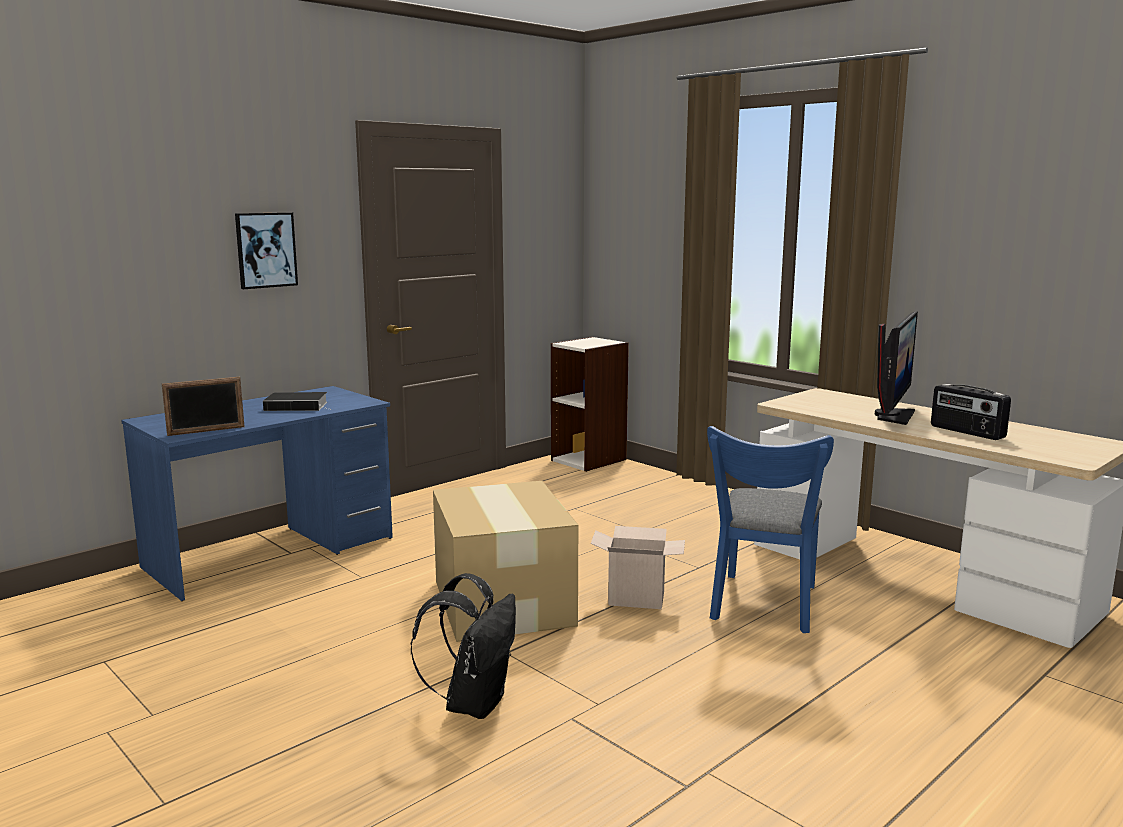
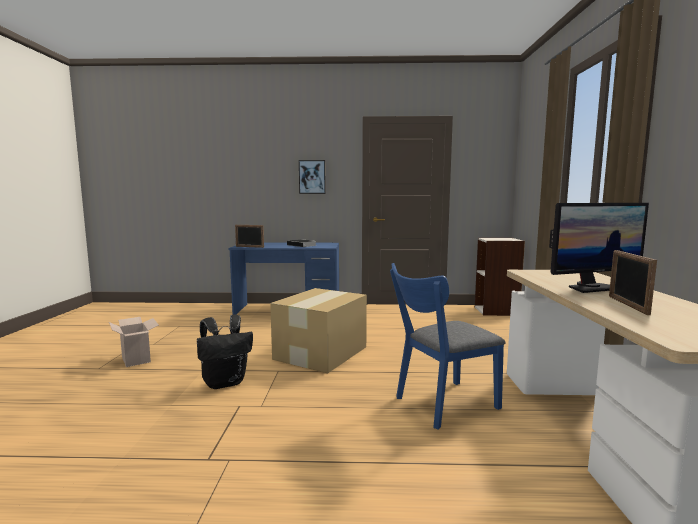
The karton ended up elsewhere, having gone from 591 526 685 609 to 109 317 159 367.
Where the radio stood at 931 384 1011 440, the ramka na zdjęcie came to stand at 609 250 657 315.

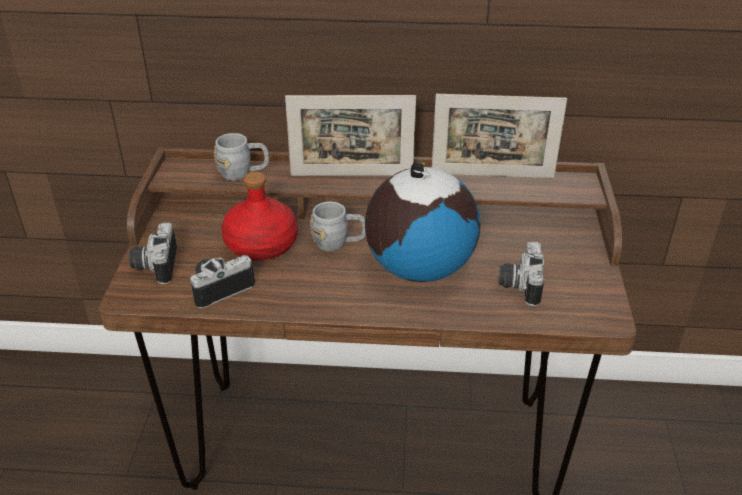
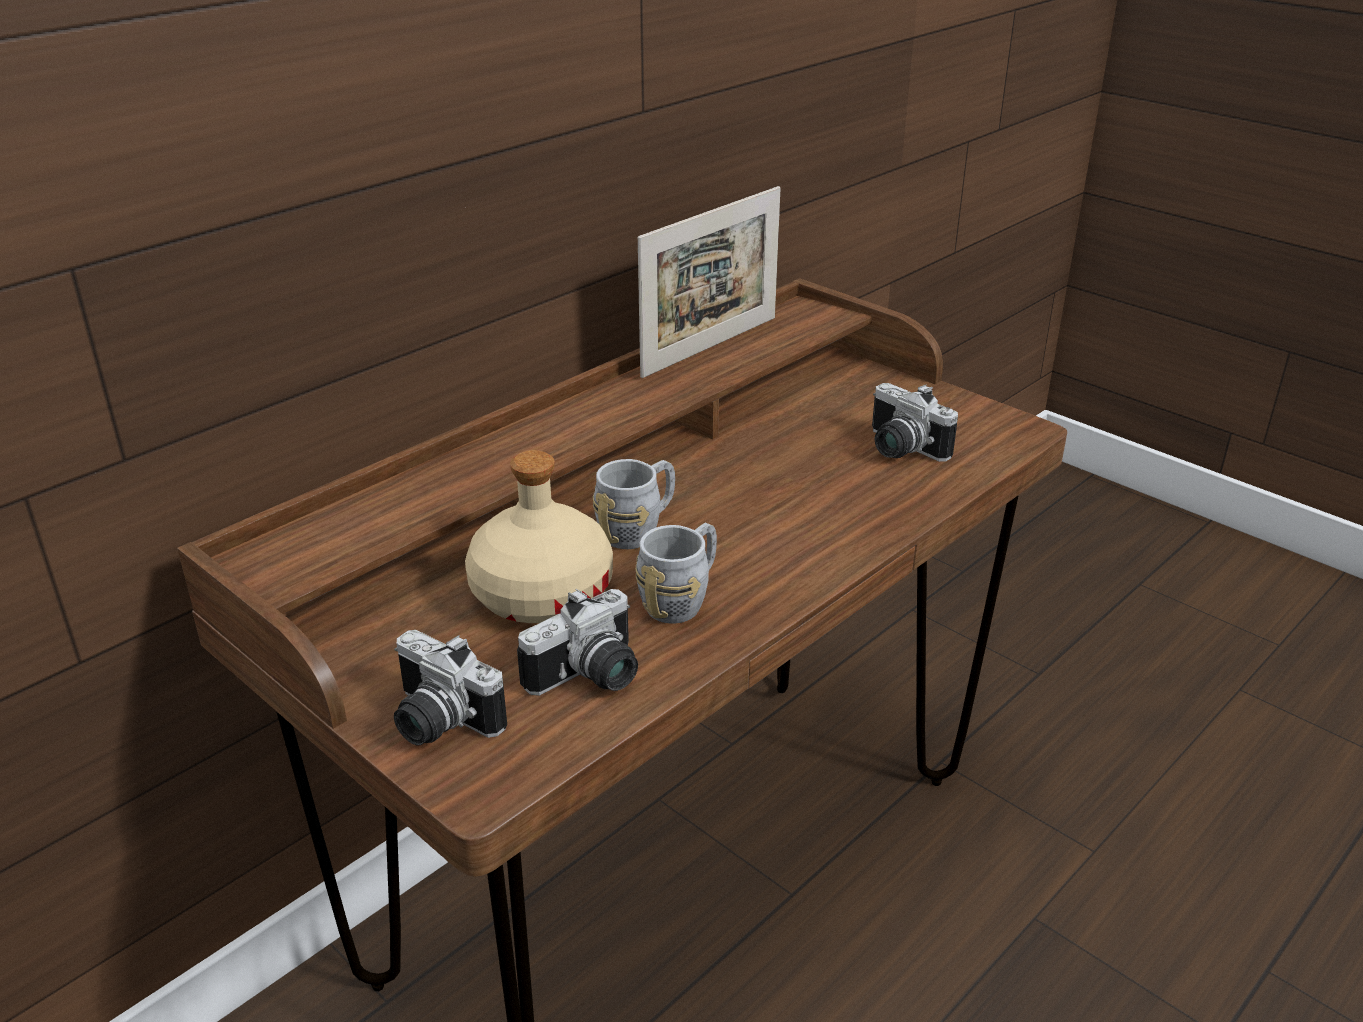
The second view lost the ramka na zdjęcie at 285 95 416 176.
The second view lost the globus at 365 161 480 282.
The kubek [szary] ended up elsewhere, having gone from 214 133 269 181 to 636 523 717 624.
What was the butelka [czerwony] at 221 172 298 260 turned into the butelka [beżowy] at 465 450 613 623.
The aparat fotograficzny at 190 255 255 308 ended up facing another way, 135 degrees counterclockwise from before.

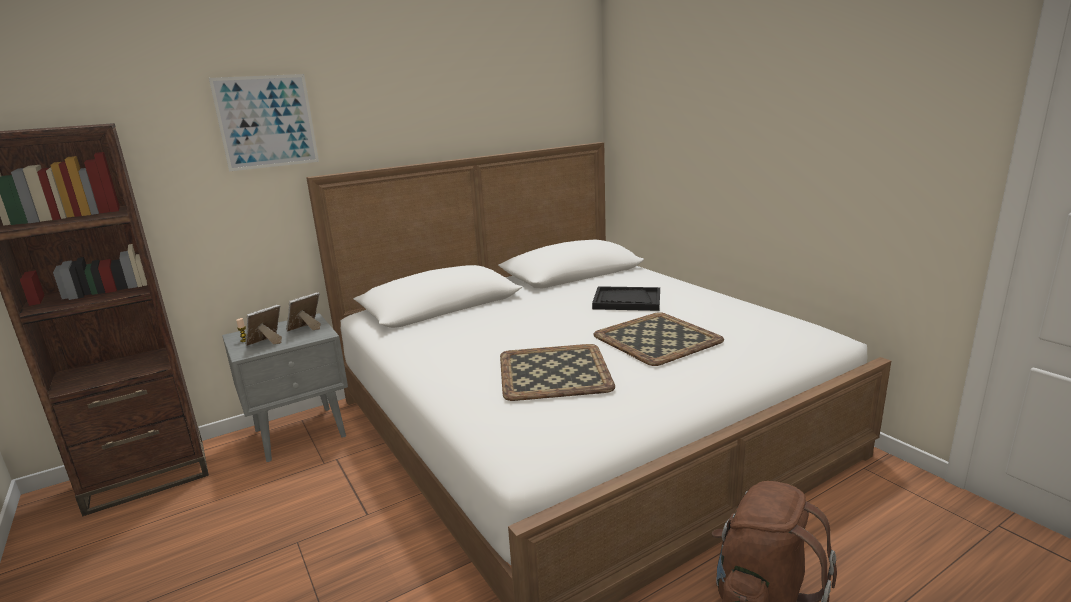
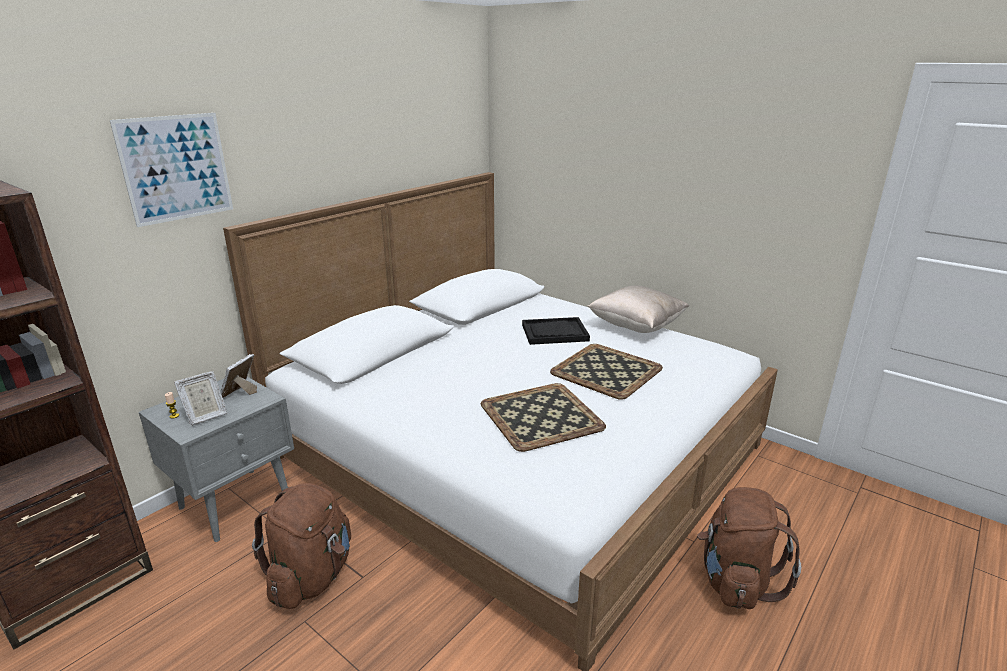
The second view gained the plecak [brązowy] at 252 483 351 609.
The second view gained the poduszka [beżowy] at 588 286 689 333.
The ramka na zdjęcie at 245 305 282 346 ended up facing another way, 150 degrees counterclockwise from before.

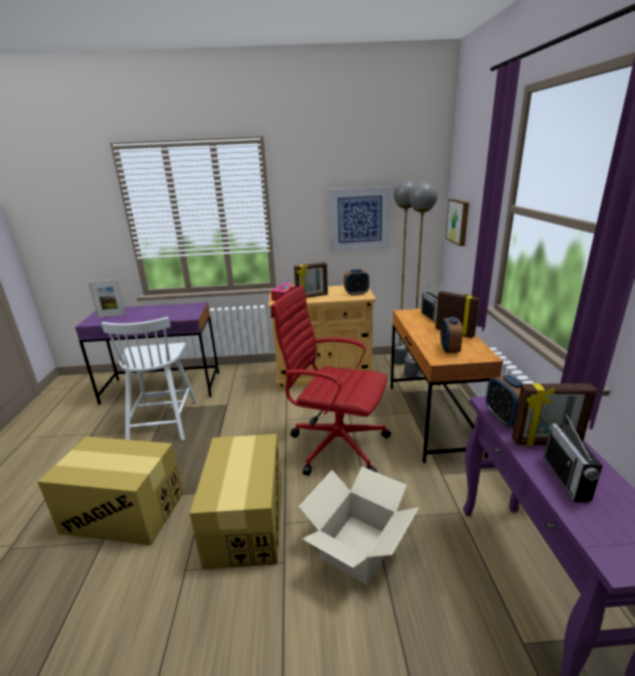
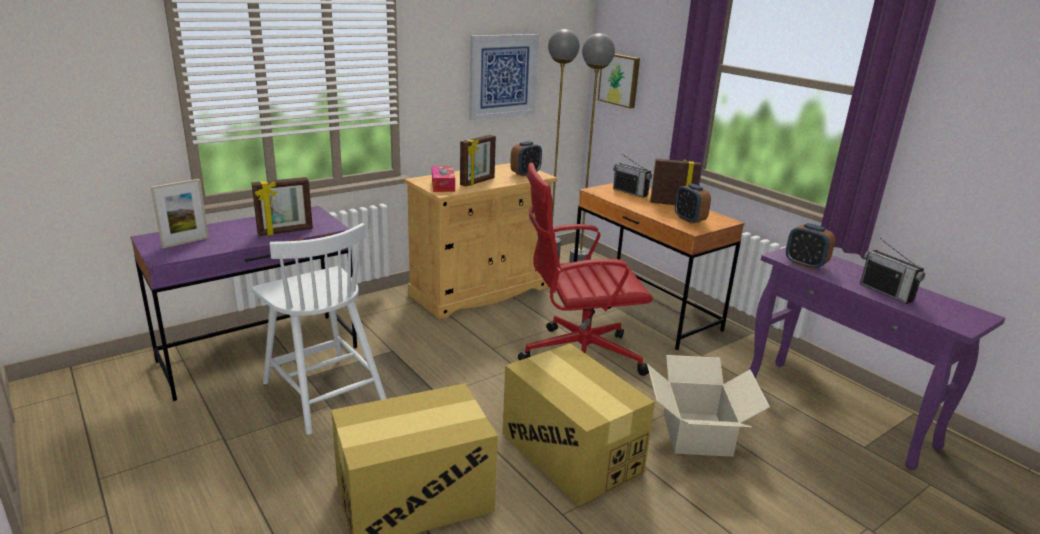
The ramka na zdjęcie ended up elsewhere, having gone from 512 383 597 446 to 252 177 313 236.

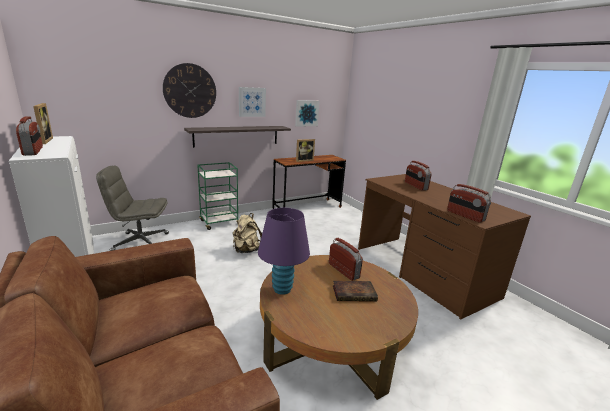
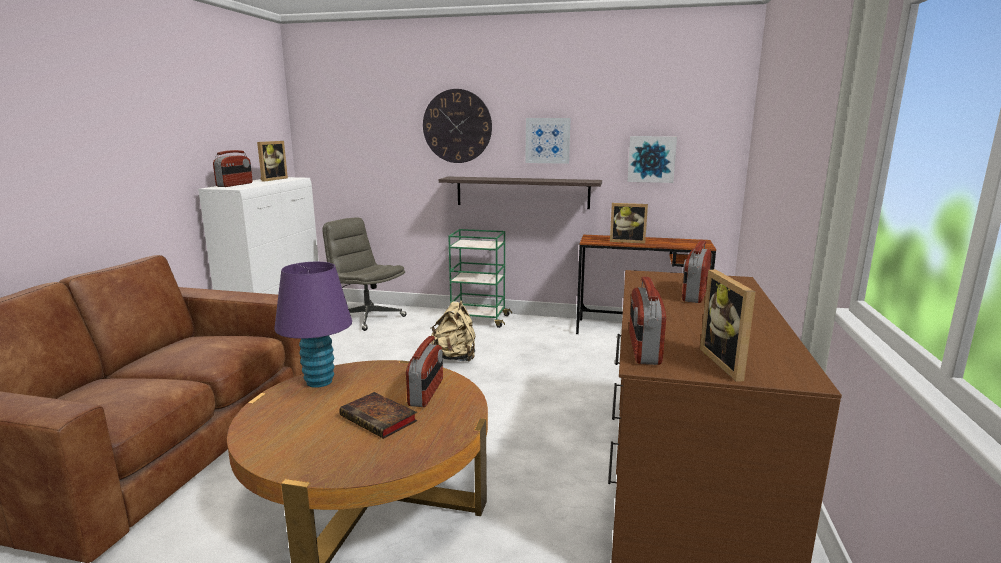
The second view gained the ramka na zdjęcie at 700 270 756 382.

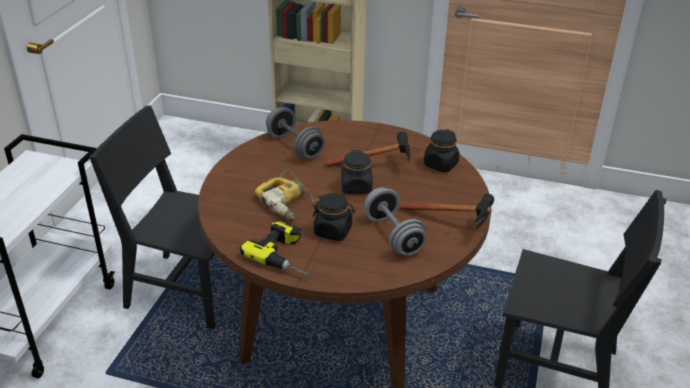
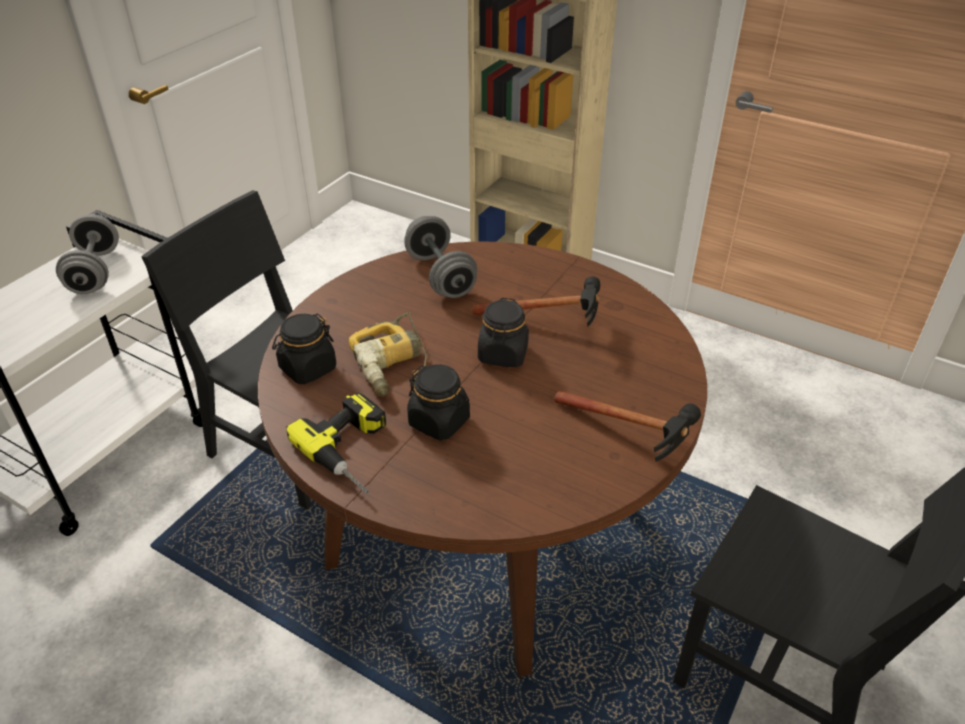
The hantel [szary] ended up elsewhere, having gone from 364 188 427 256 to 56 214 119 294.
The słoik [czarny] ended up elsewhere, having gone from 424 129 460 172 to 272 314 336 384.

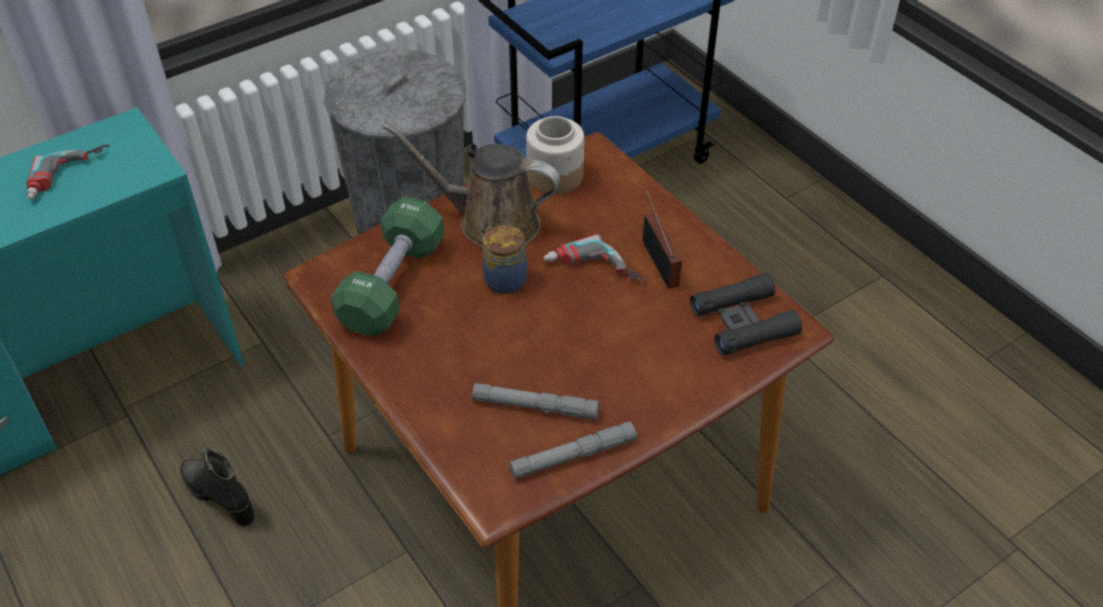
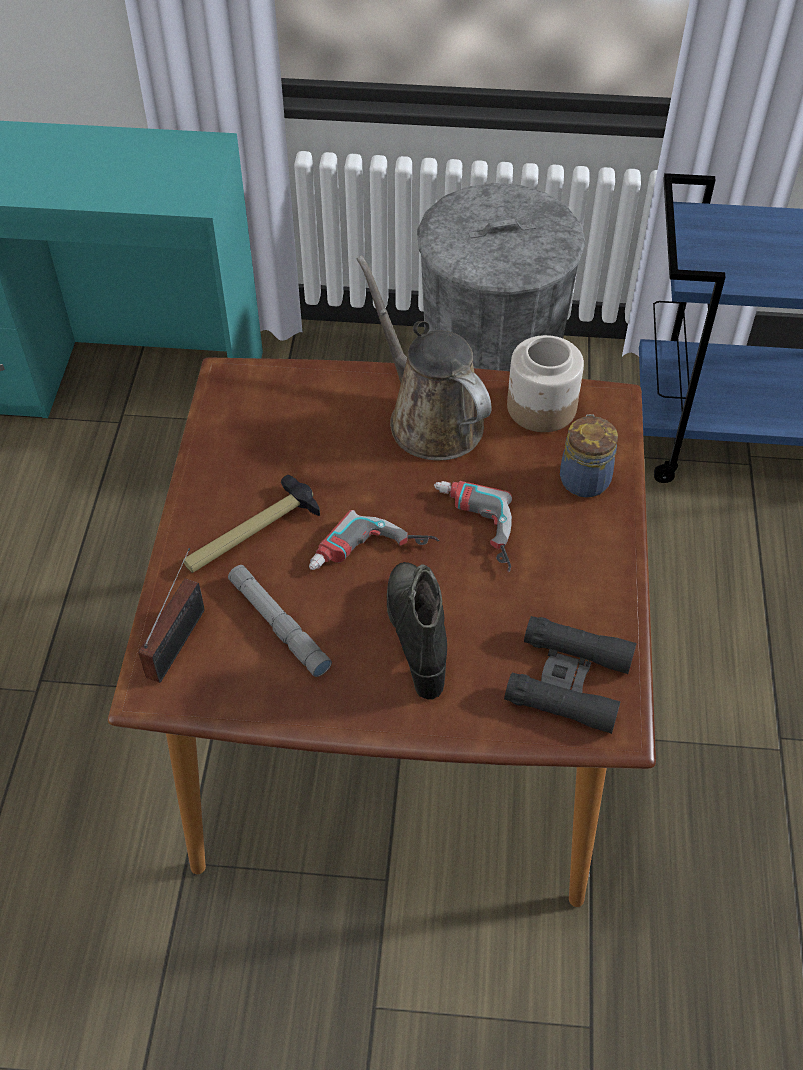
The second view lost the hantel [zielony] at 331 196 444 336.
The second view lost the latarka [szary] at 509 421 637 479.
The second view gained the młotek at 183 475 320 573.
The wiertarka ended up elsewhere, having gone from 26 145 110 200 to 309 510 439 570.
The but z cholewką [czarny] ended up elsewhere, having gone from 180 448 254 526 to 387 562 447 700.
The słoik ended up elsewhere, having gone from 483 225 527 294 to 560 414 618 498.
The radio ended up elsewhere, having gone from 642 188 682 288 to 139 548 205 683.

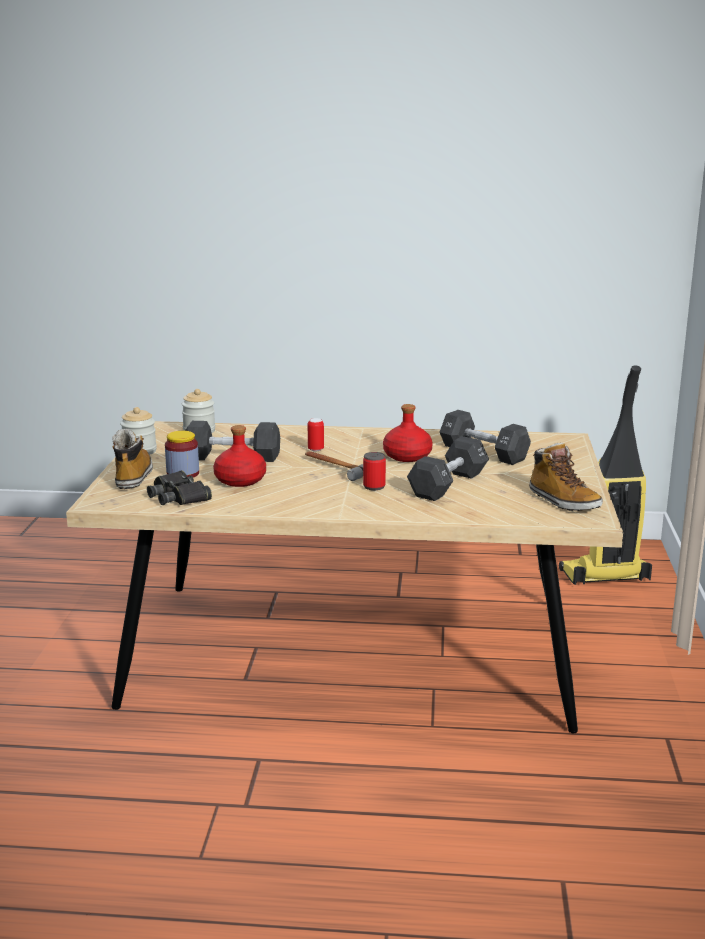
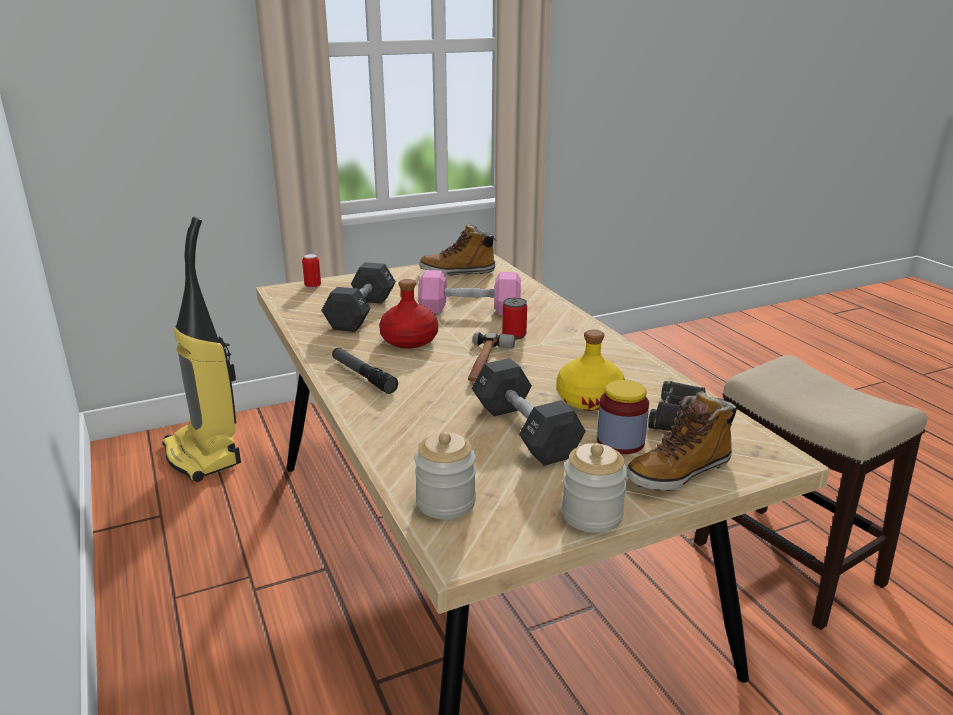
The second view gained the latarka at 332 348 398 394.
The second view gained the stołek at 694 355 927 630.
The puszka ended up elsewhere, having gone from 308 418 324 452 to 302 254 321 289.
What was the butelka [czerwony] at 213 425 266 487 turned into the butelka [żółty] at 556 329 625 411.
What was the hantel [czarny] at 407 436 489 501 turned into the hantel [różowy] at 418 270 521 315.
The but z cholewką at 529 443 603 511 ended up facing another way, 120 degrees counterclockwise from before.

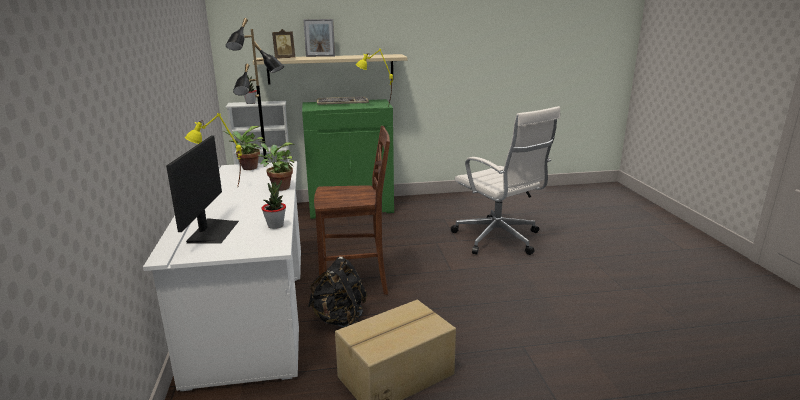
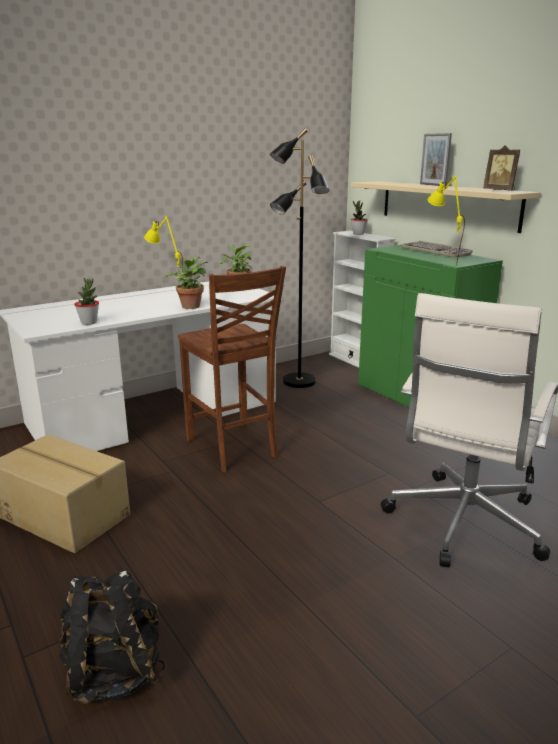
The second view lost the monitor at 166 136 239 244.
The ramka na zdjęcie ended up elsewhere, having gone from 272 29 295 59 to 483 145 520 191.
The plecak [czarny] ended up elsewhere, having gone from 308 256 367 327 to 59 569 166 704.

